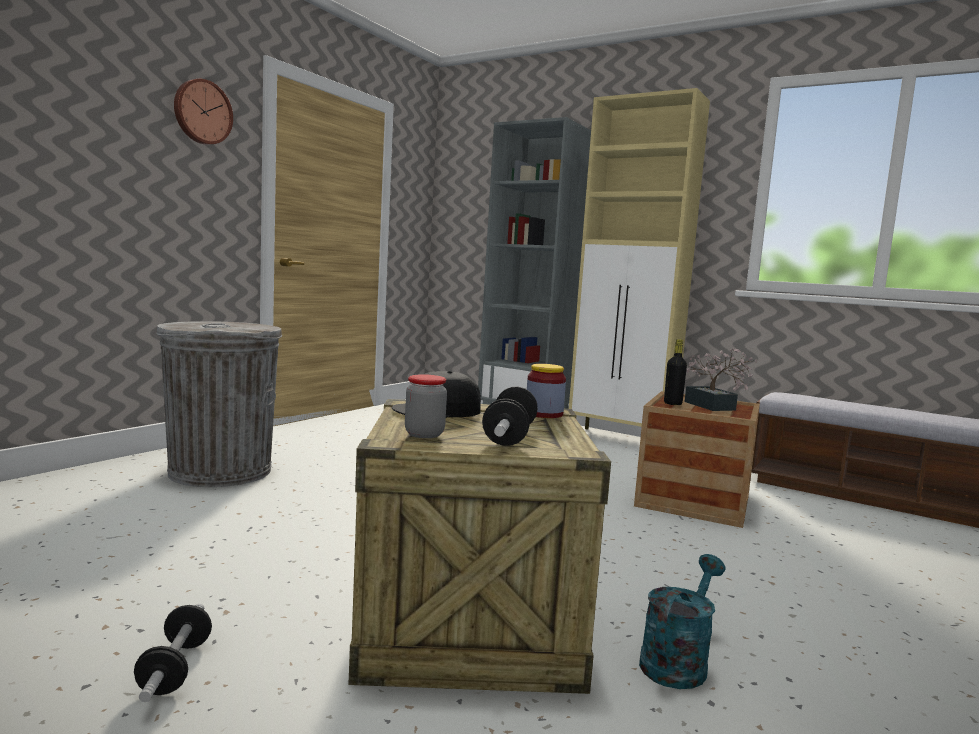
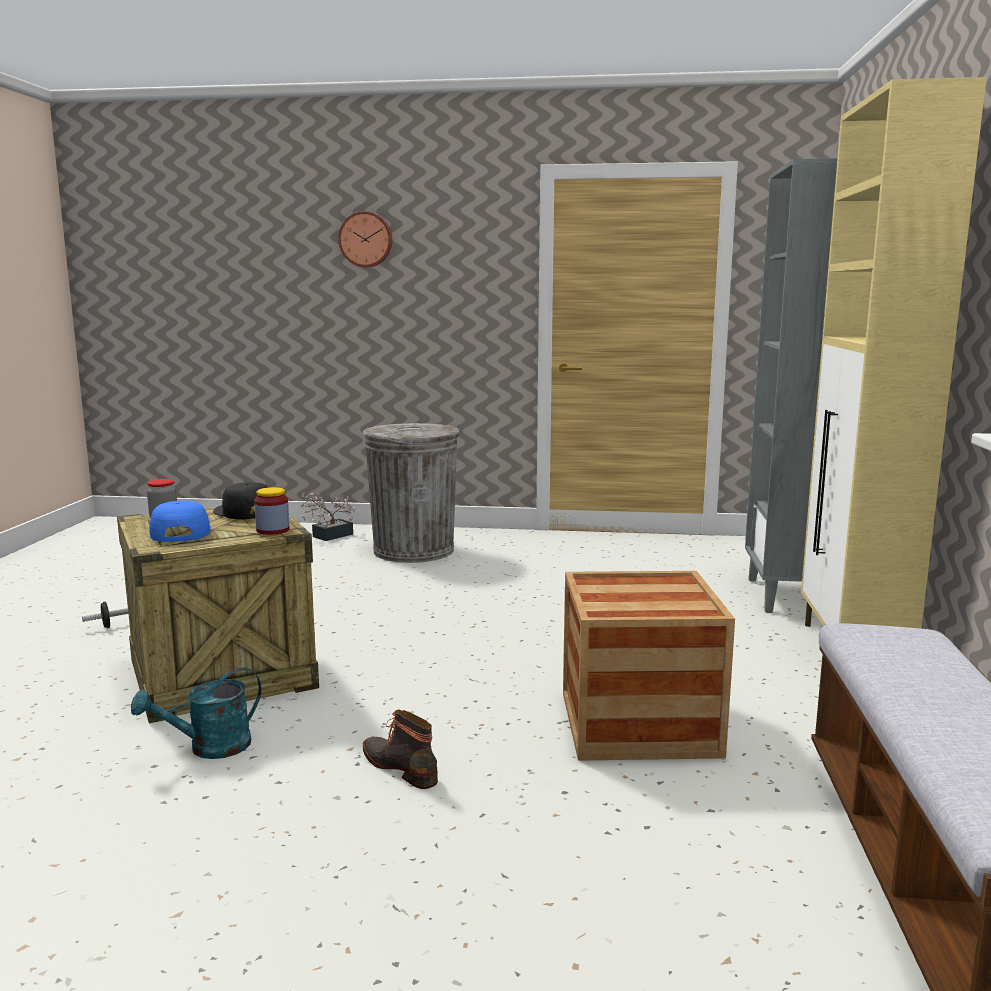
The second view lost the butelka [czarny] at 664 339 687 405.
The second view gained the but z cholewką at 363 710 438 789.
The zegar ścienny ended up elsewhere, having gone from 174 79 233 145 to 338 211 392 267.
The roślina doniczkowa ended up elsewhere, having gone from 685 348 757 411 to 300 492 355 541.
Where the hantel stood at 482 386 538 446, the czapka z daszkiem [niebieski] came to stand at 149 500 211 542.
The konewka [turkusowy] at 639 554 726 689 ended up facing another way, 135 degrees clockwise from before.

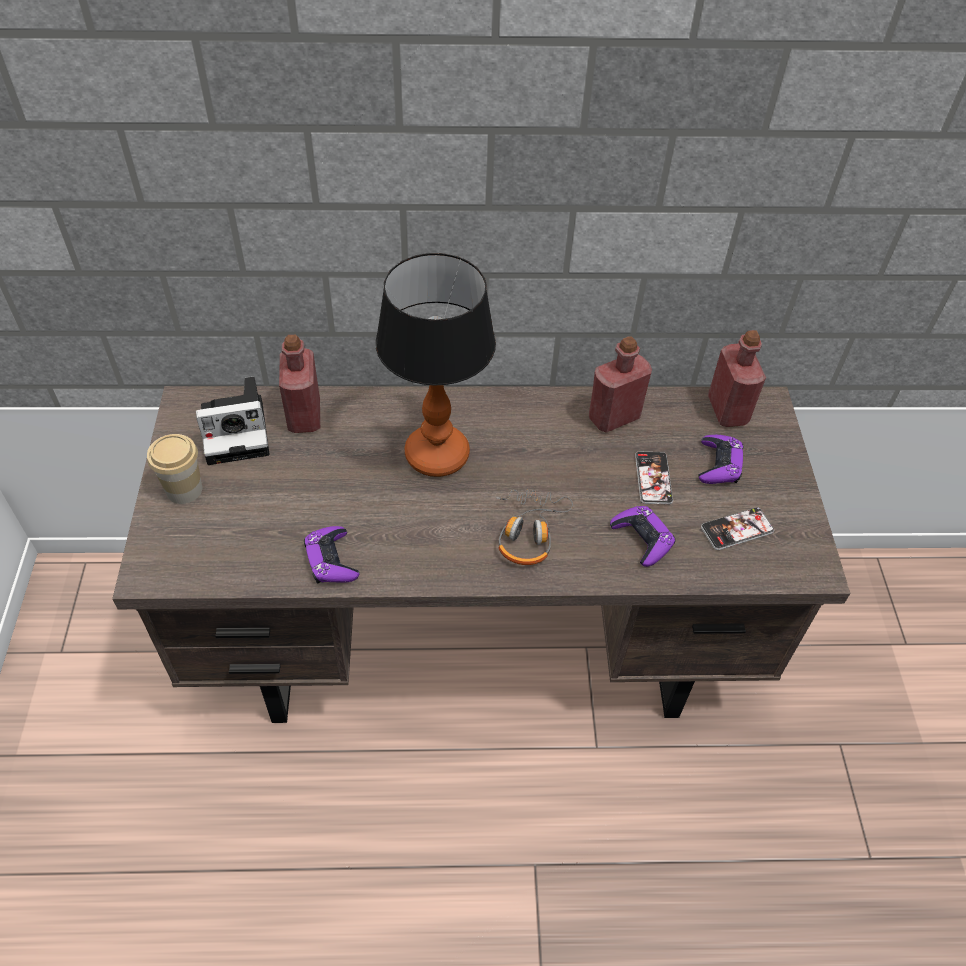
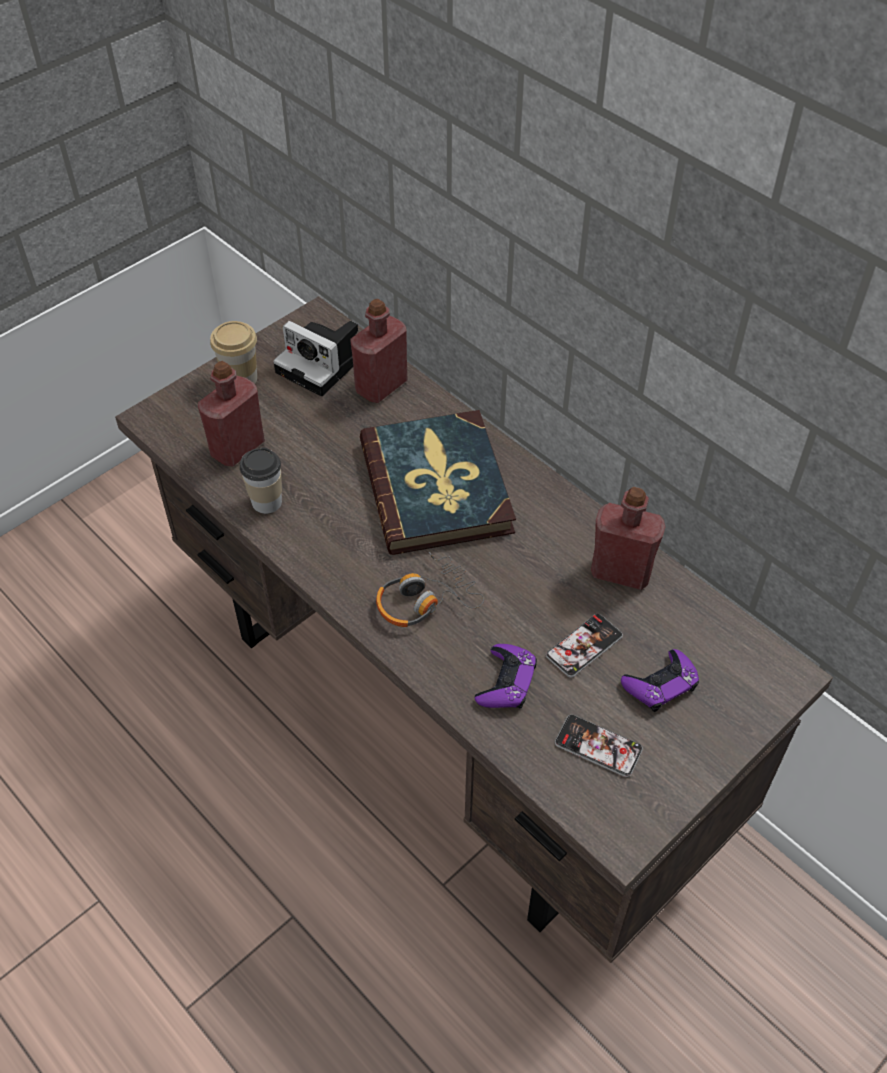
The butelka [czerwony] ended up elsewhere, having gone from 708 330 766 427 to 198 361 265 466.
Where the pad do gier [fioletowy] stood at 304 526 359 583, the filiżanka came to stand at 240 447 282 514.
Where the lampa stołowa stood at 376 253 496 477, the książka came to stand at 360 410 516 555.

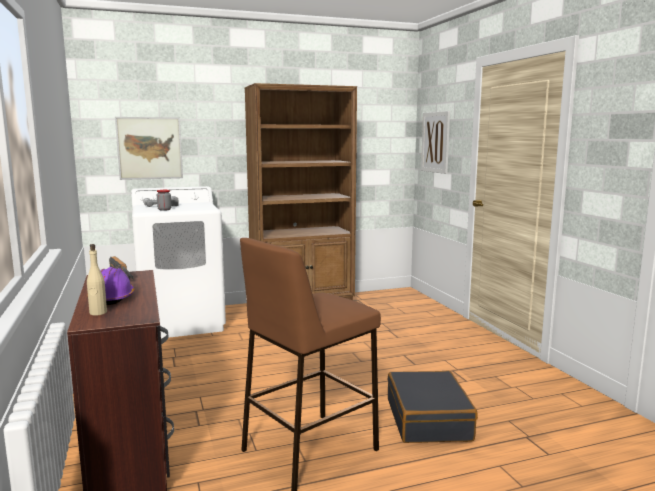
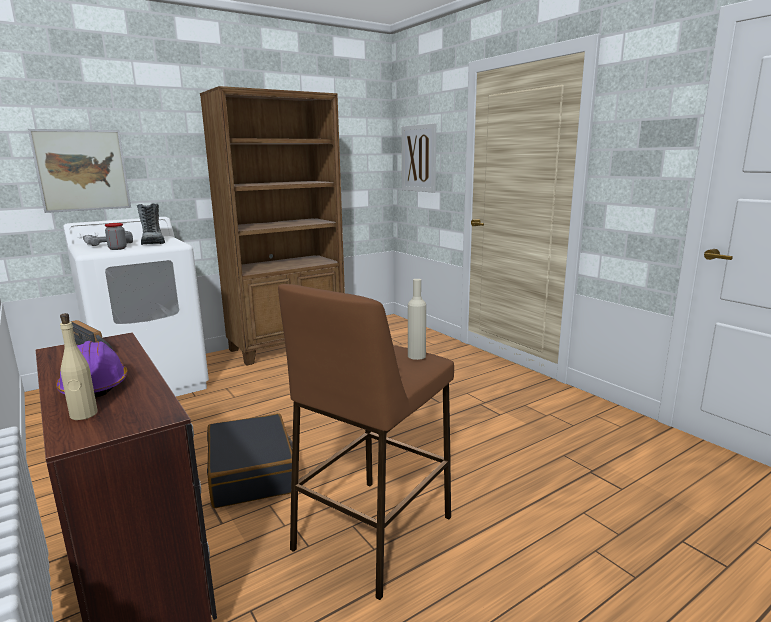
The second view gained the but z cholewką at 137 204 165 245.
The second view gained the butelka [beżowy] at 408 279 426 360.
The walizka [czarny] ended up elsewhere, having gone from 387 371 478 443 to 207 413 292 508.

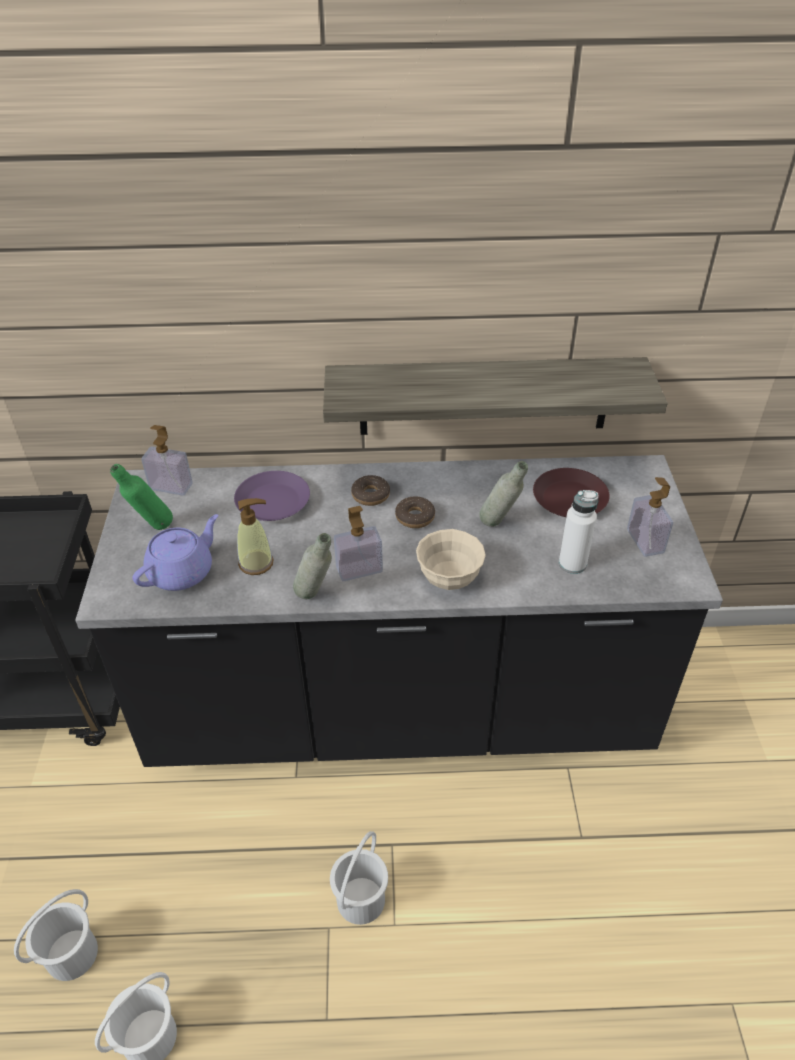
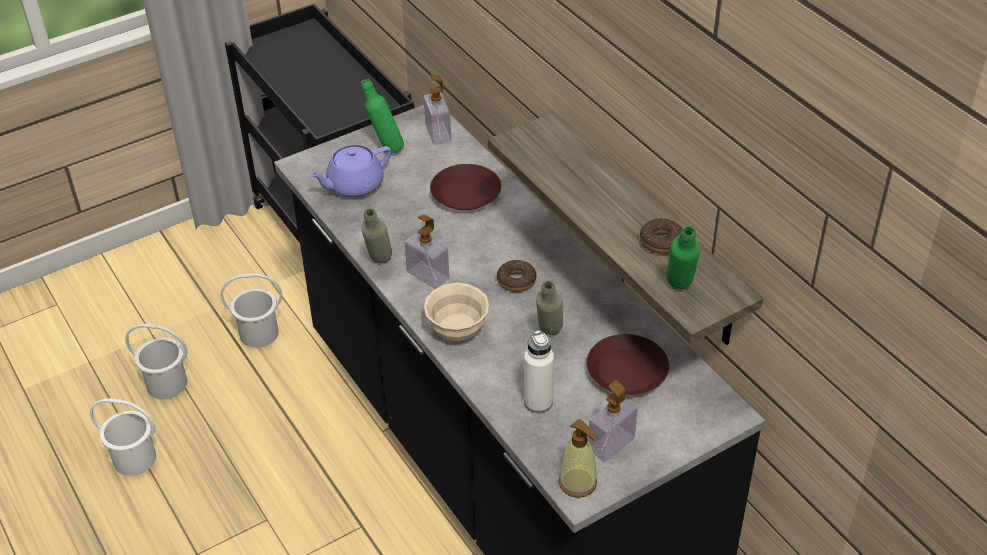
The second view gained the butelka [zielony] at 666 225 700 290.
The dozownik mydła ended up elsewhere, having gone from 237 498 274 575 to 558 419 597 498.
The wiadro [biały] ended up elsewhere, having gone from 330 831 388 925 to 220 273 282 348.
The donut ended up elsewhere, having gone from 351 475 390 506 to 640 218 682 254.
What was the talerz [fioletowy] at 234 471 310 521 turned into the talerz [brązowy] at 430 164 501 210.
The imbryk [fioletowy] at 132 514 218 591 ended up facing another way, 135 degrees clockwise from before.

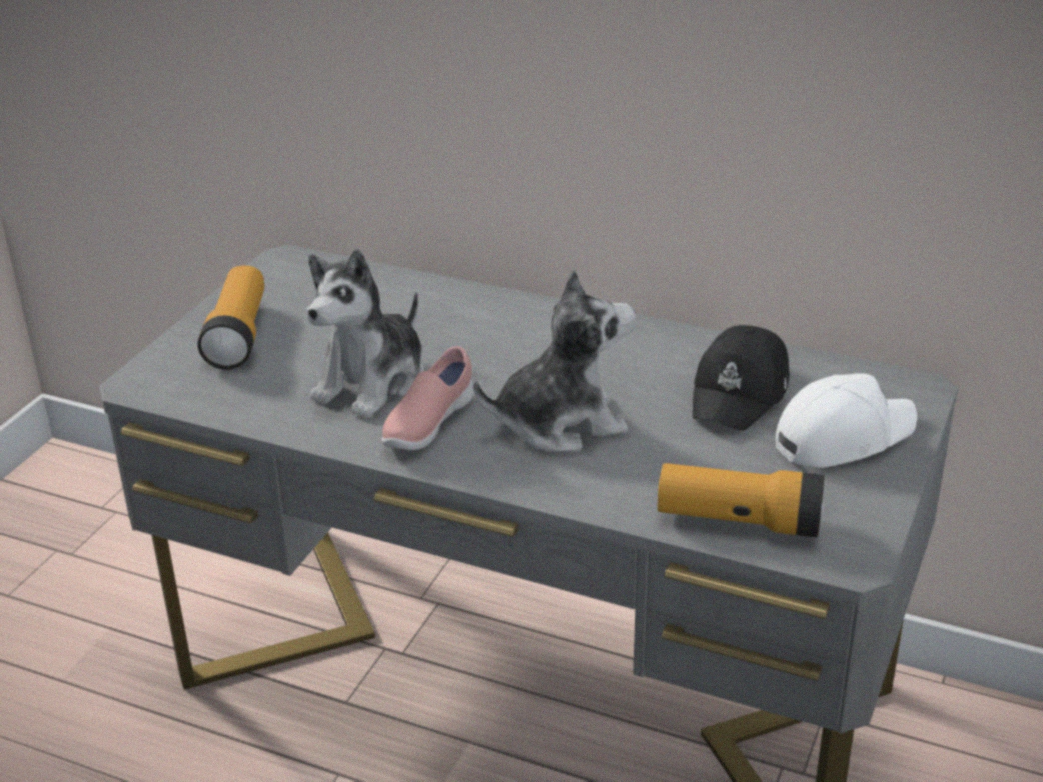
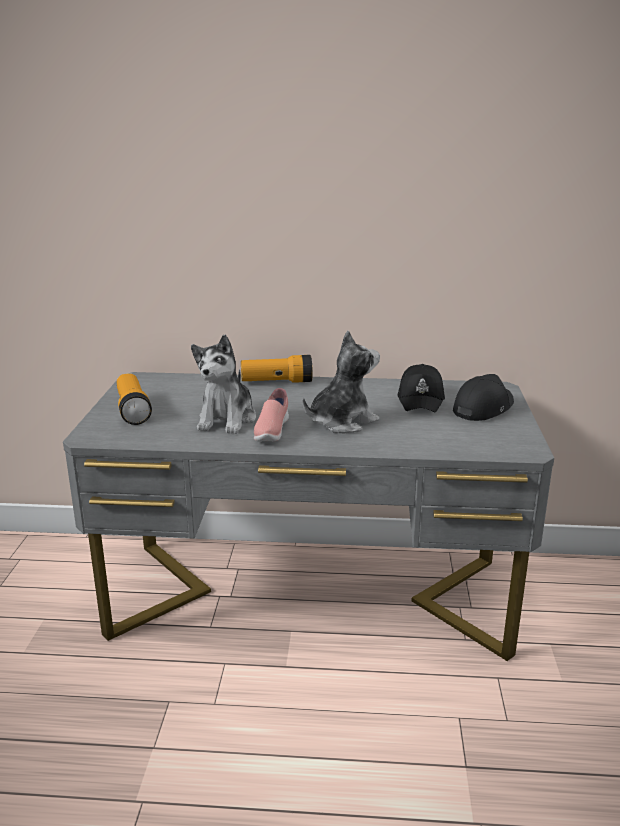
The latarka ended up elsewhere, having gone from 658 463 824 537 to 241 355 313 383.
What was the czapka z daszkiem [biały] at 776 373 917 467 turned into the czapka z daszkiem [czarny] at 453 374 514 421.

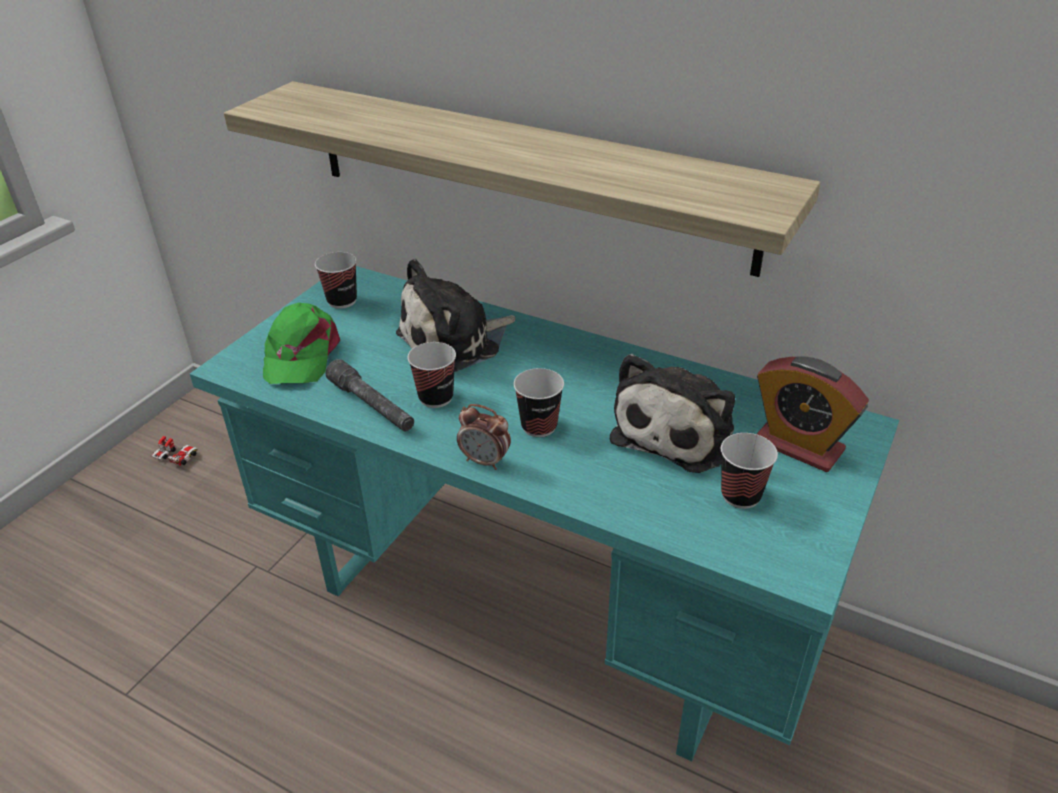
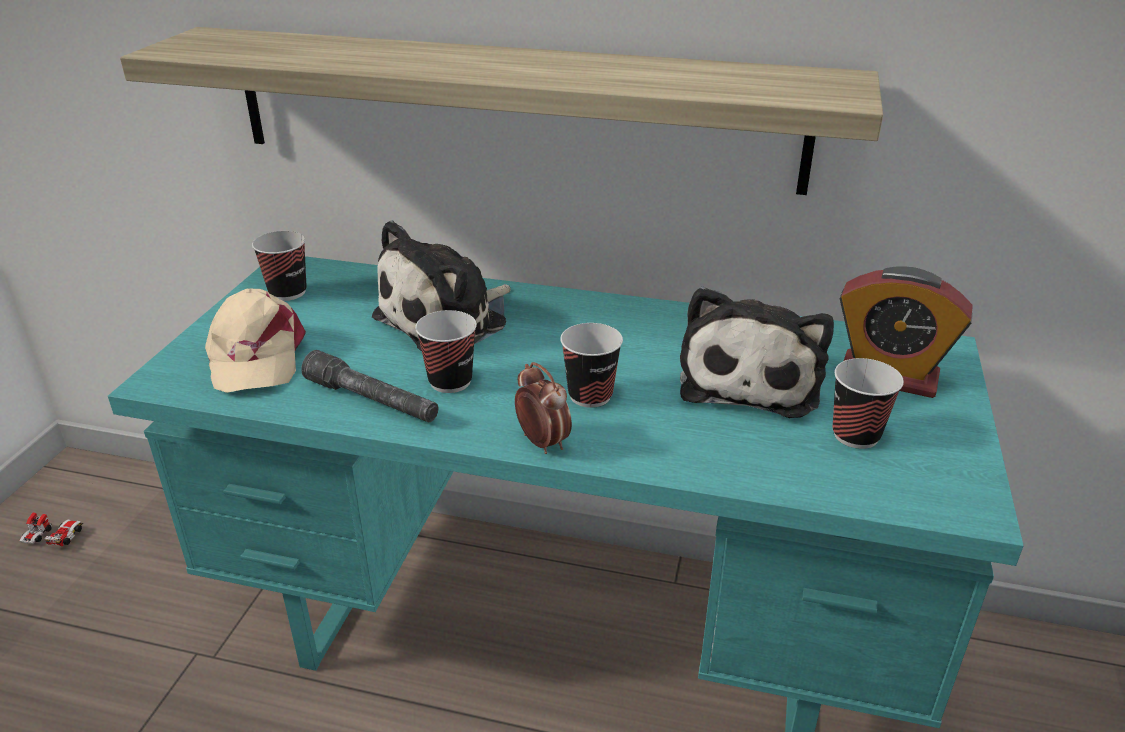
What was the czapka z daszkiem [zielony] at 263 303 340 384 turned into the czapka z daszkiem [beżowy] at 205 289 306 393.
The budzik at 457 404 511 470 ended up facing another way, 135 degrees counterclockwise from before.

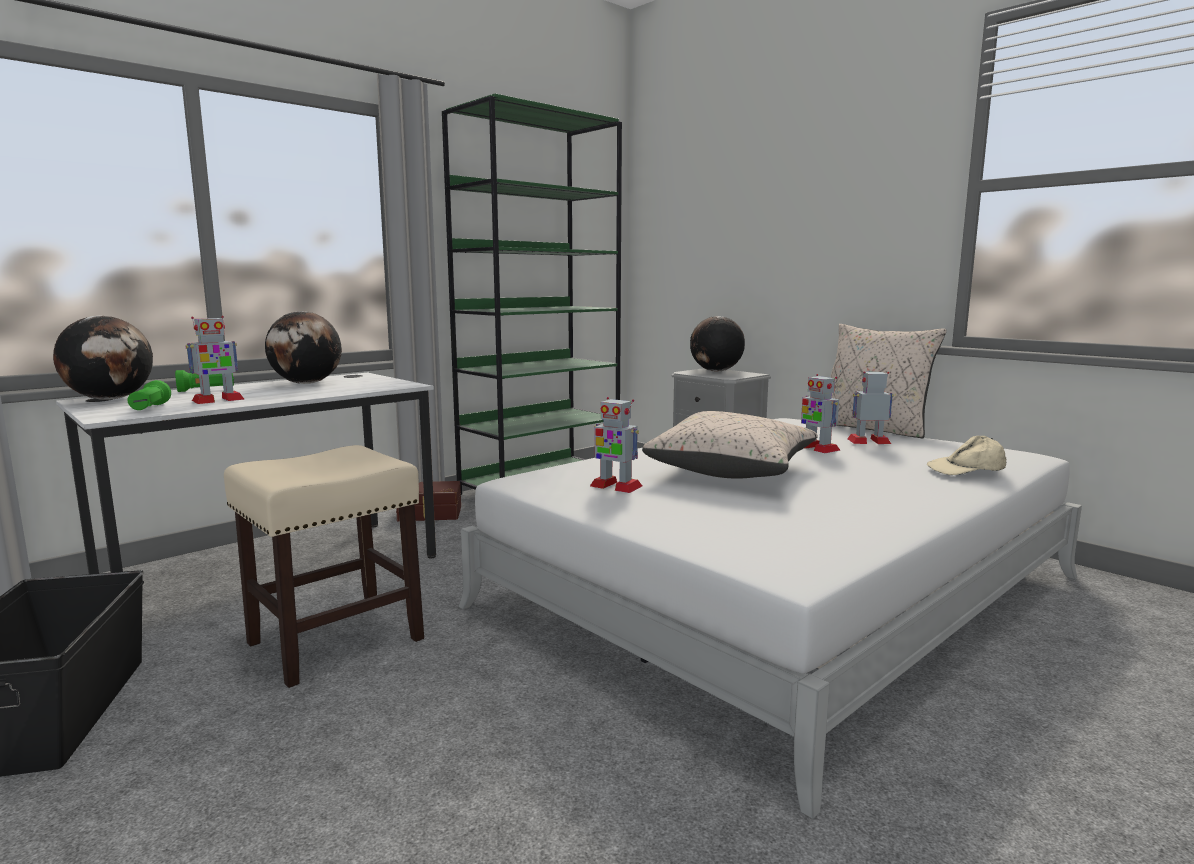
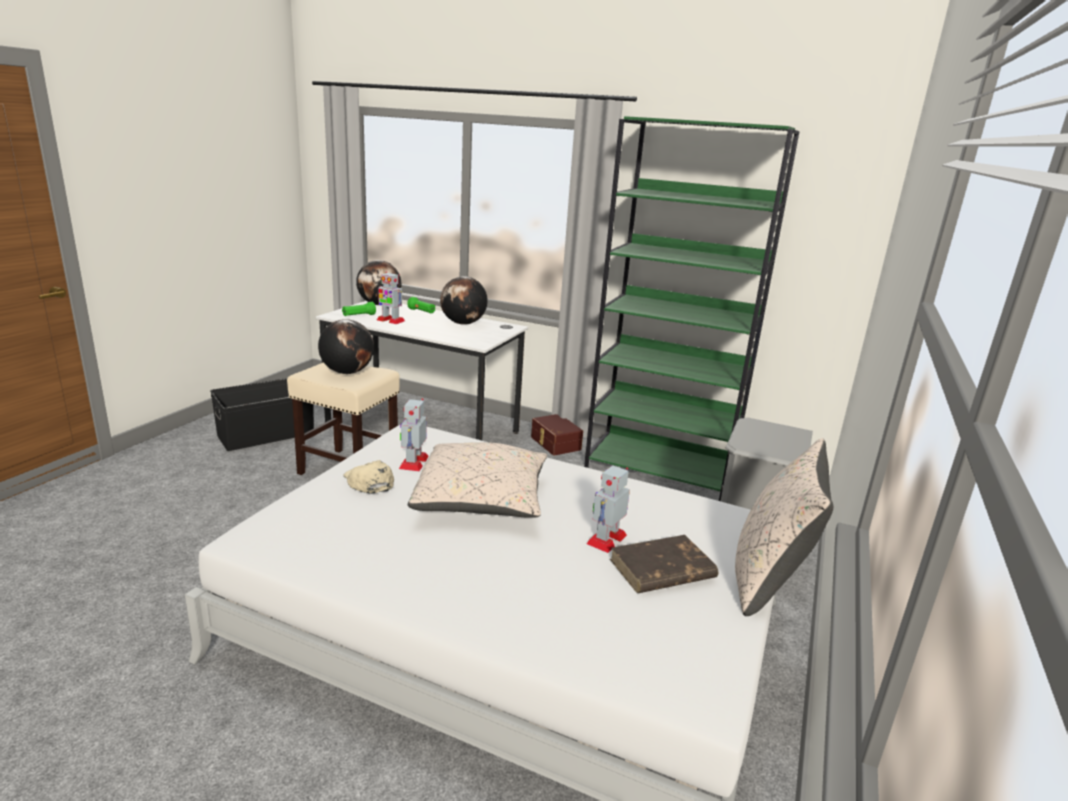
The globus ended up elsewhere, having gone from 690 316 745 372 to 318 319 374 374.
The czapka z daszkiem [beżowy] ended up elsewhere, having gone from 927 436 1007 475 to 343 460 394 494.
Where the robot zabawkowy stood at 847 372 894 444, the książka [brązowy] came to stand at 610 535 718 593.

